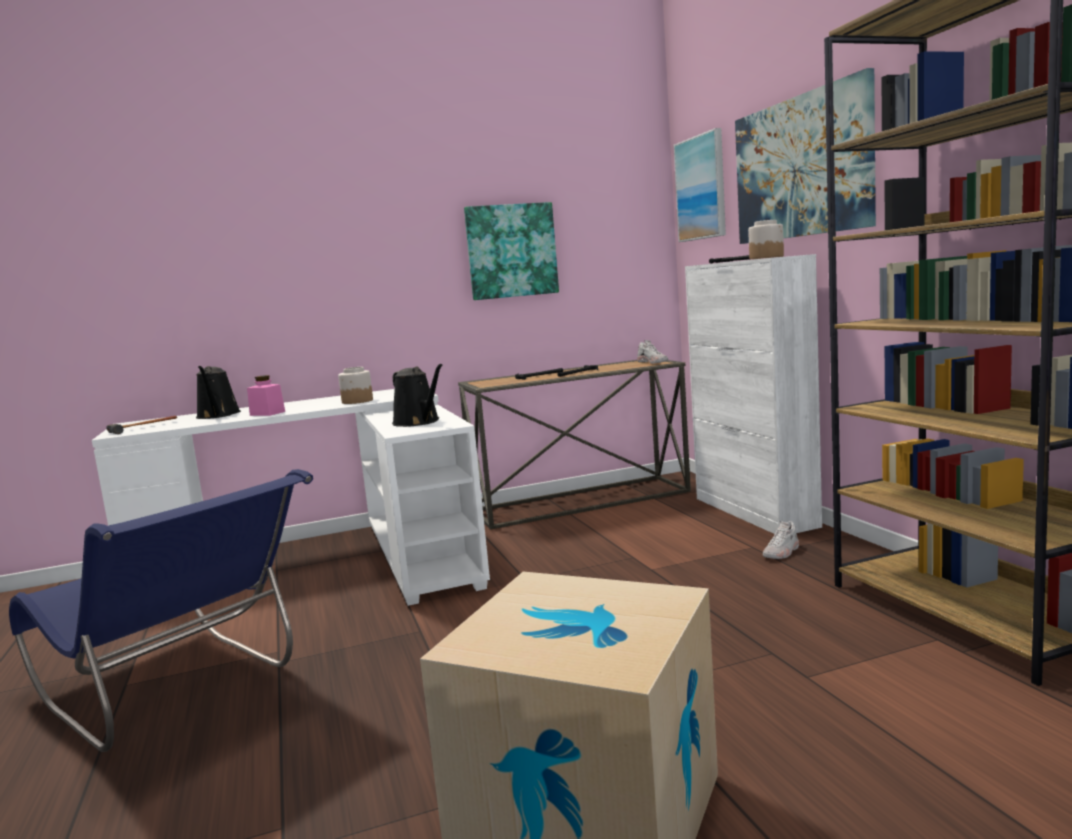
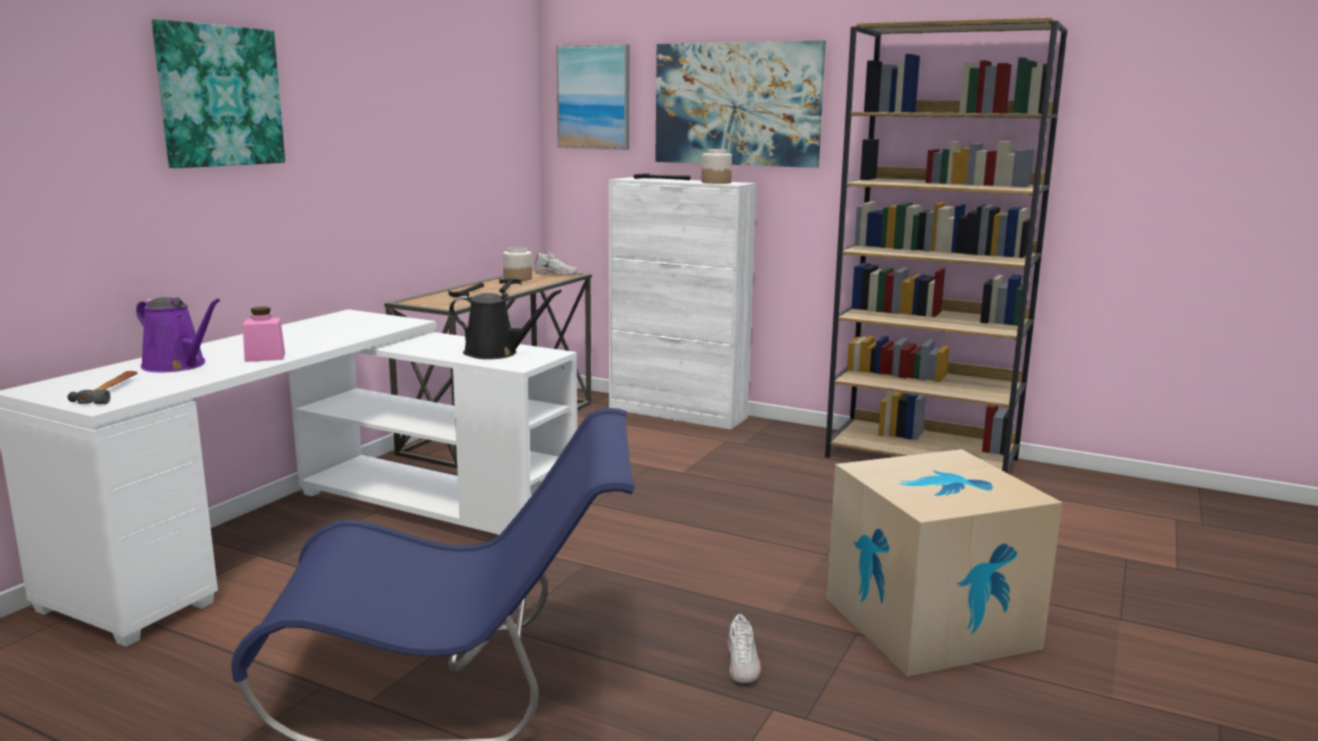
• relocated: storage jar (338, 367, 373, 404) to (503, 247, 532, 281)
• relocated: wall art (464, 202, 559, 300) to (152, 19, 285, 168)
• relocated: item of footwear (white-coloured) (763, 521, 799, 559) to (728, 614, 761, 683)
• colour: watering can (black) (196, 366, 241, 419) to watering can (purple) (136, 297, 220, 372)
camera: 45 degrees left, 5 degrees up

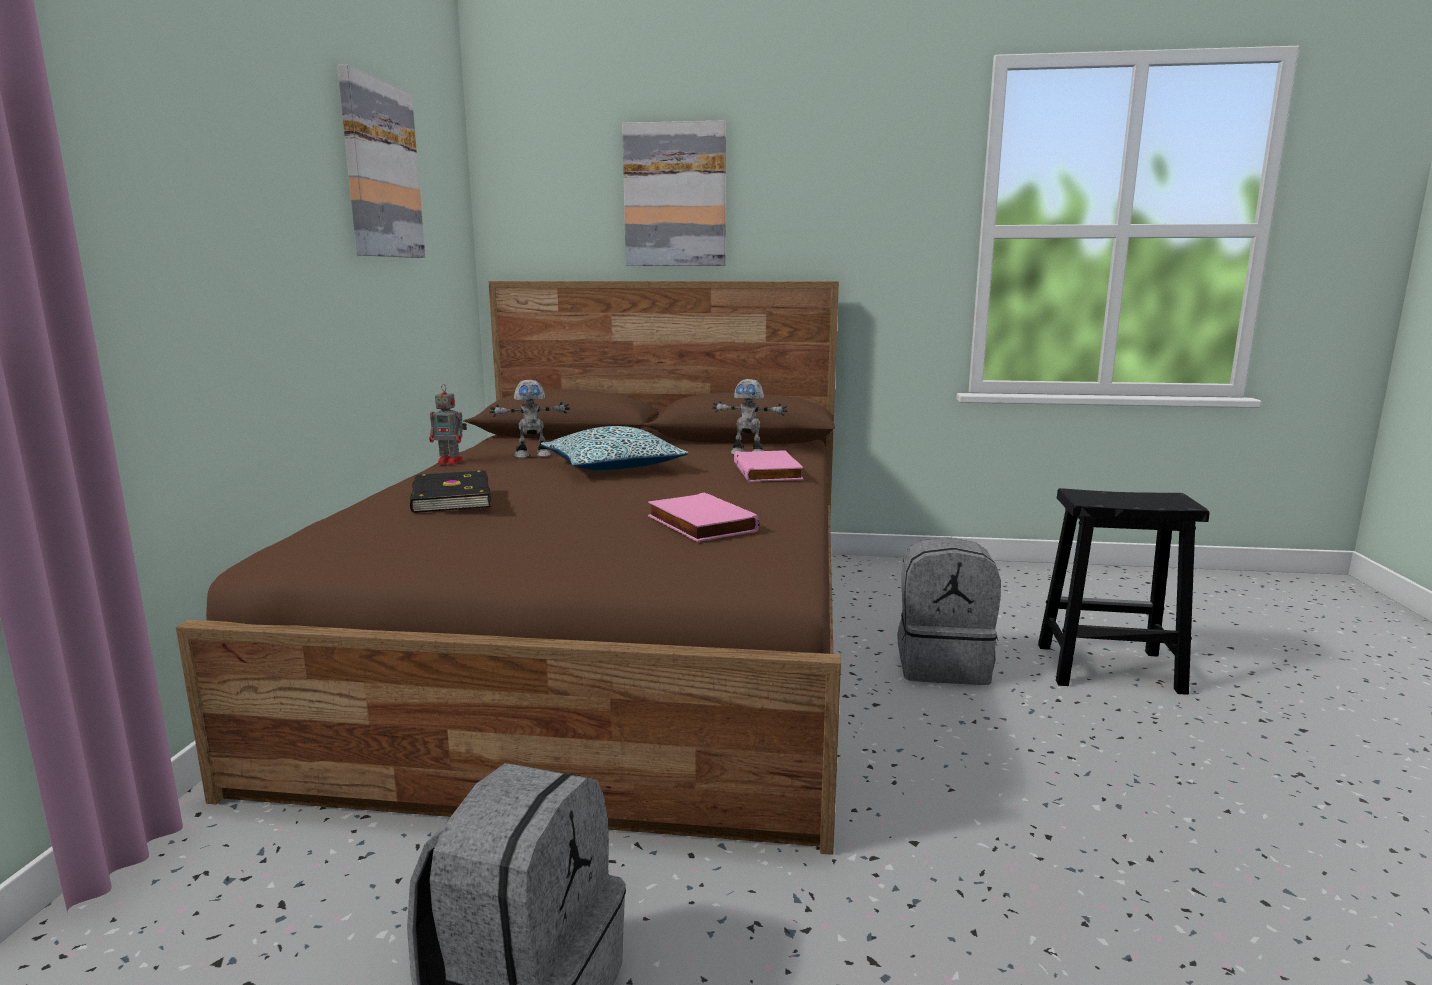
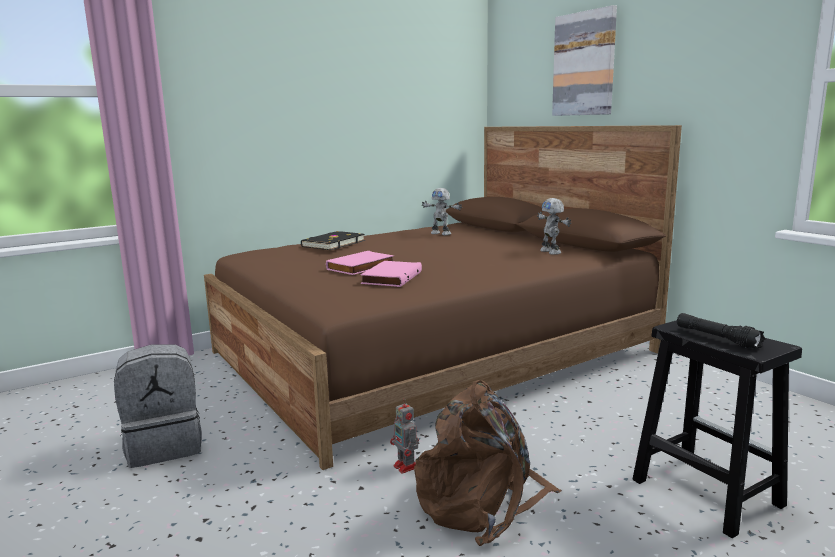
• missing: wall art (337, 65, 425, 258)
• missing: pillow (541, 426, 688, 470)
• missing: backpack (gray) (897, 537, 1001, 685)
• appeared: backpack (brown-coloured) (414, 380, 562, 546)
• appeared: flashlight (black) (677, 313, 765, 349)
• relocated: robot figure (429, 384, 467, 465) to (390, 398, 419, 474)
• relocated: volume (pink-coloured) (734, 450, 803, 482) to (326, 251, 394, 275)
camera: 50 degrees right, 0 degrees up

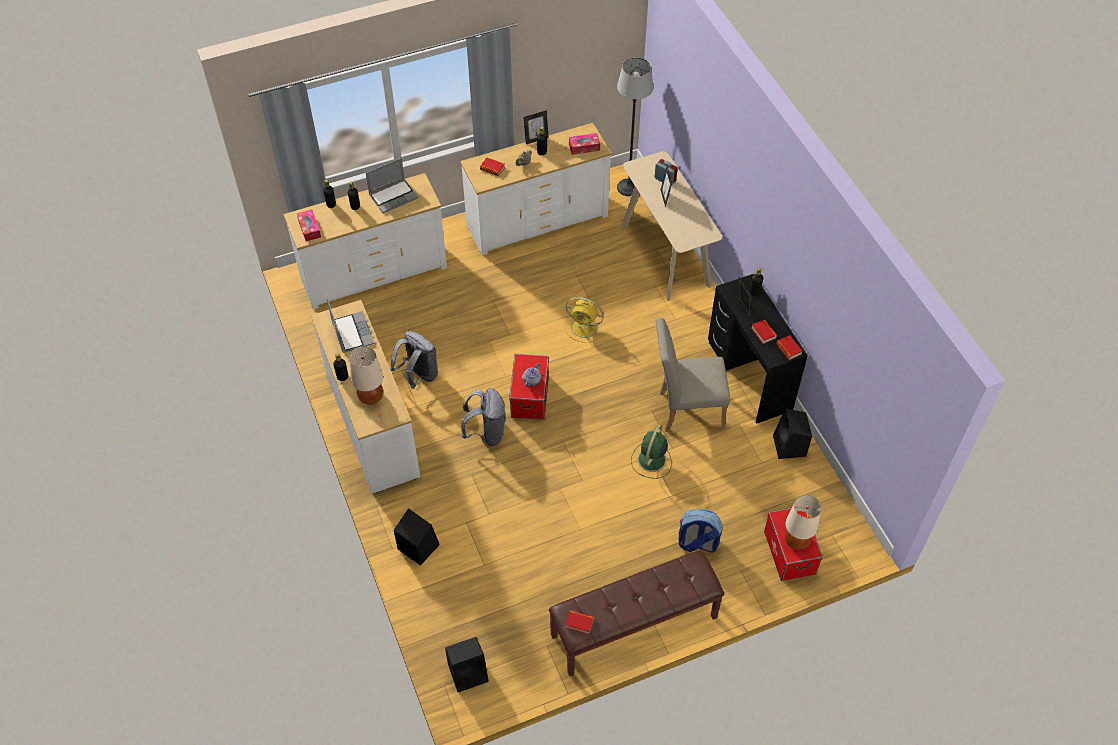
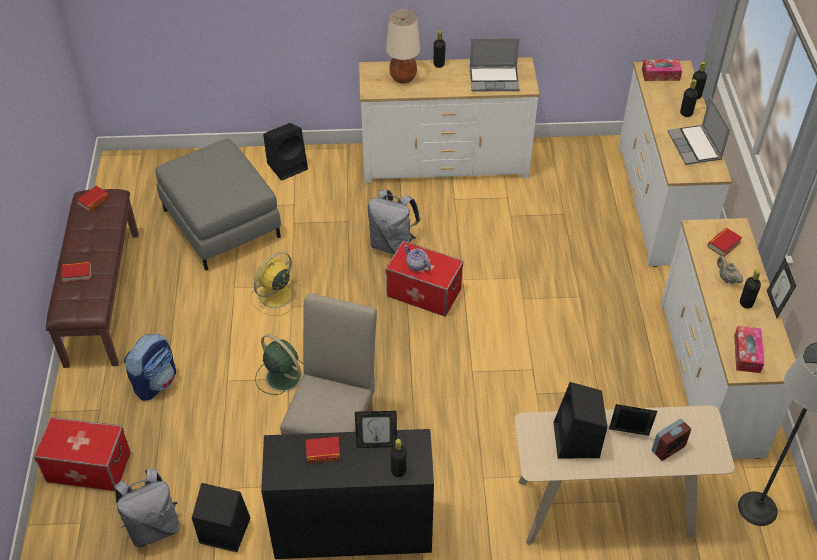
• missing: table lamp (beige-coloured) (785, 495, 821, 550)
• appeared: footrest (gray) (155, 139, 281, 271)
• relocated: backpack (gray) (390, 331, 438, 389) to (114, 468, 180, 547)
• relocated: audio speaker (black) (445, 637, 489, 692) to (554, 382, 607, 459)
• relocated: electric fan (yellow-coloured) (565, 297, 605, 343) to (250, 252, 300, 316)
• relocated: volume (776, 335, 802, 360) to (61, 262, 92, 283)
camera: 110 degrees right, 5 degrees down

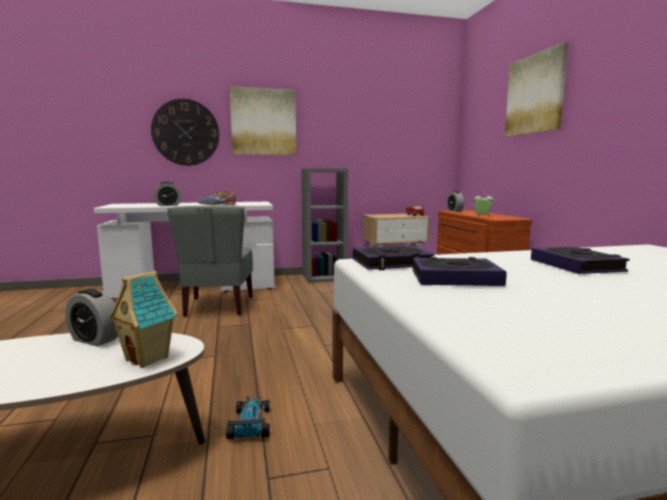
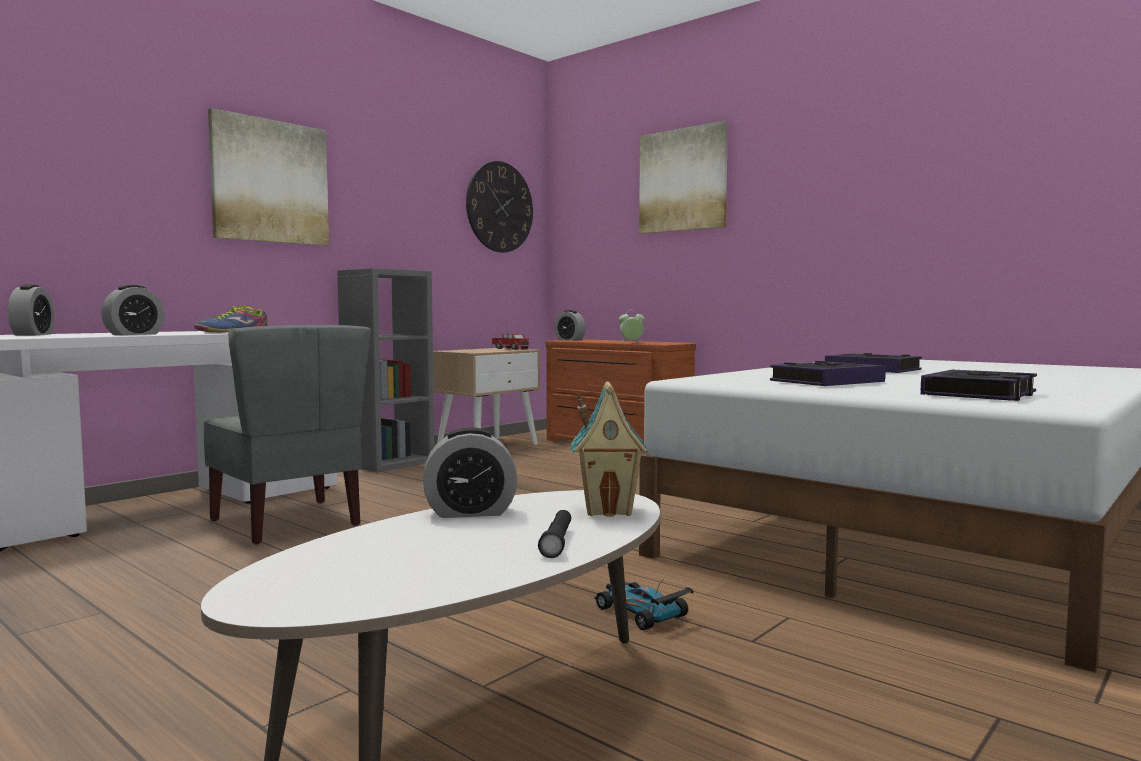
• appeared: table clock (8, 285, 54, 336)
• appeared: flashlight (black) (538, 510, 571, 558)
• relocated: clock on the wall (151, 99, 219, 166) to (466, 161, 533, 253)
• relocated: volume (353, 245, 434, 270) to (921, 370, 1037, 401)
camera: 35 degrees left, 5 degrees down

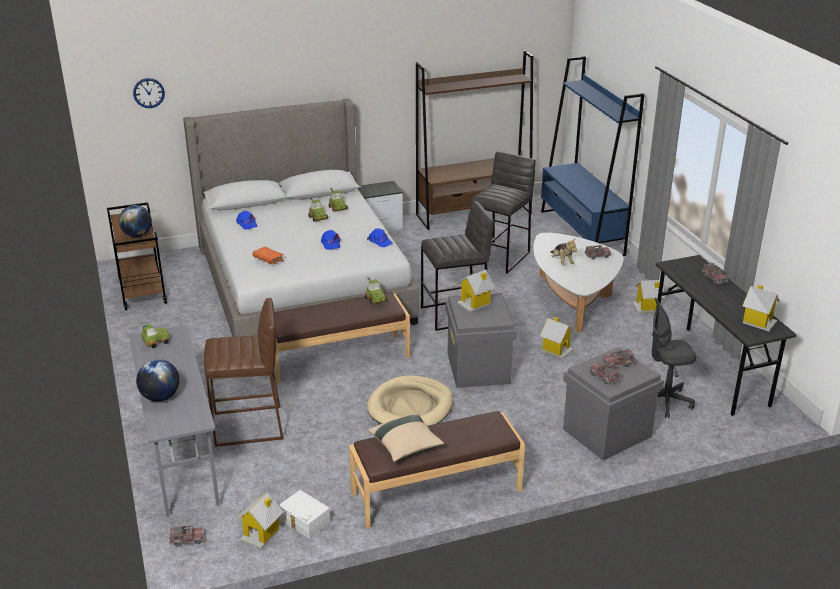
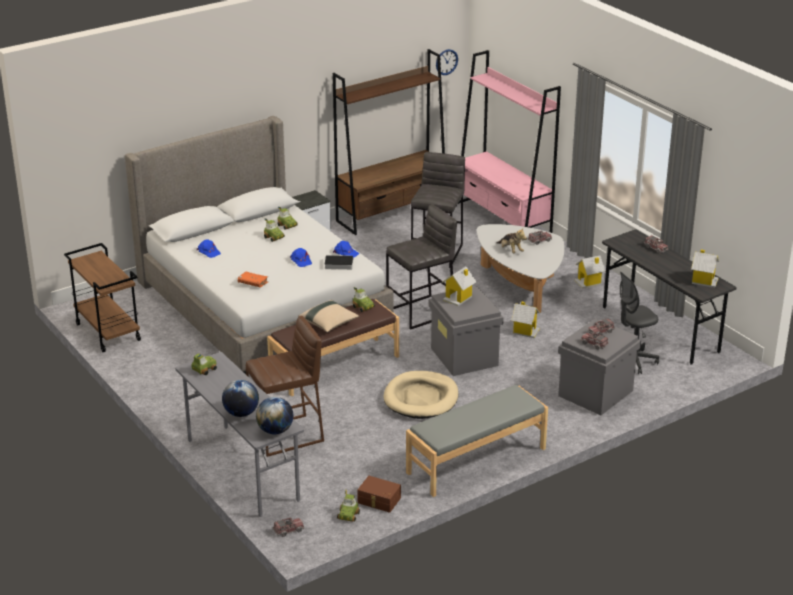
• appeared: volume (322, 255, 353, 270)
• relocated: world globe (119, 205, 152, 237) to (256, 397, 293, 434)
• relocated: clock on the wall (133, 78, 165, 108) to (436, 49, 458, 75)
• relocated: pillow (beige-coloured) (367, 413, 444, 462) to (298, 300, 359, 332)
• exchanged: toy house (236, 492, 283, 549) to model car (337, 489, 360, 522)
• colour: storage bin (white-coloured) (279, 490, 330, 539) to storage bin (brown-coloured) (357, 476, 401, 513)
• colour: long seat (brown-coloured) (349, 411, 525, 528) to long seat (gray) (406, 385, 548, 497)
• colour: bookshelf (blue) (541, 56, 645, 256) to bookshelf (pink-coloured) (458, 50, 561, 233)
camera: 15 degrees left, 0 degrees up

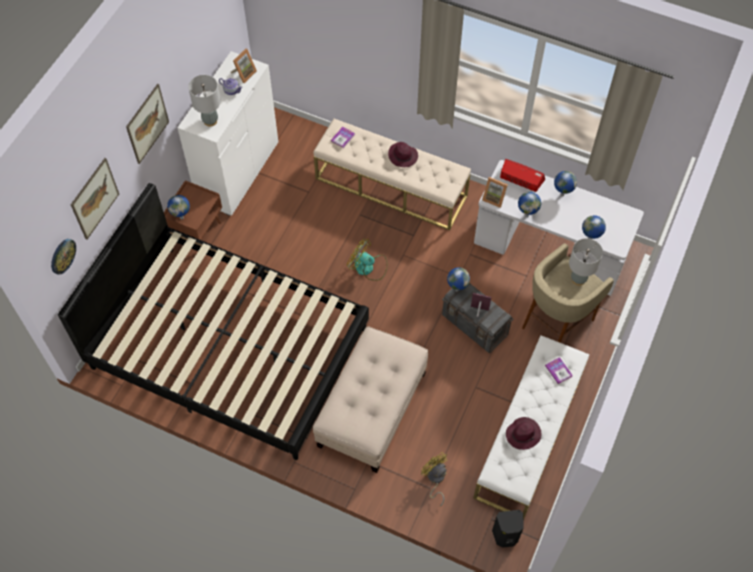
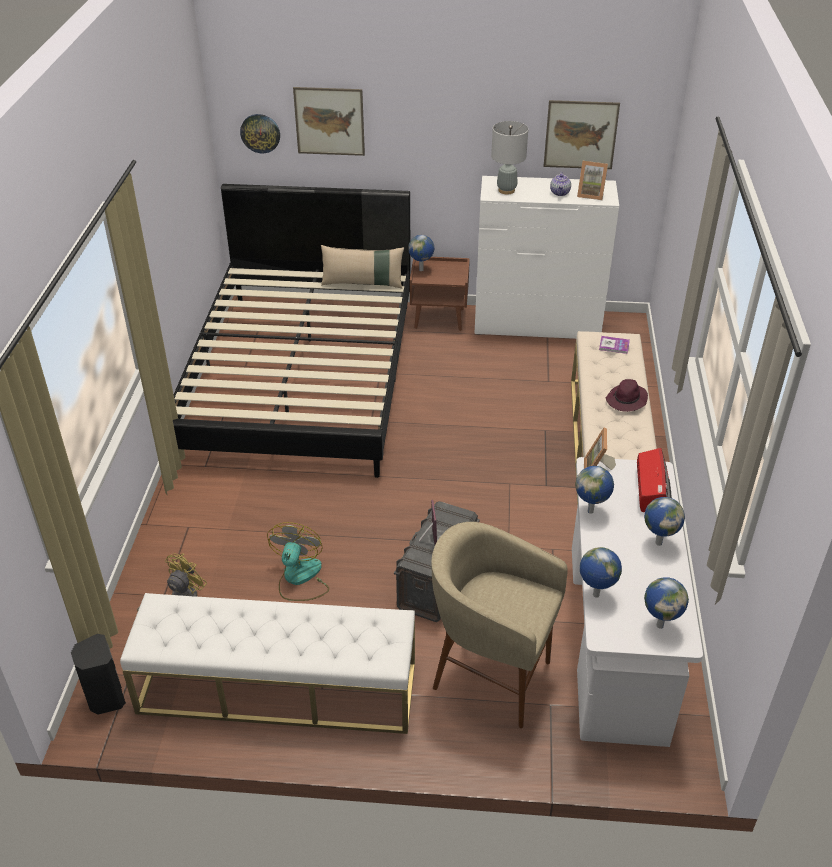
• missing: footrest (beige-coloured) (313, 326, 428, 473)
• missing: wearable hat (purple) (506, 417, 541, 450)
• missing: volume (545, 357, 573, 384)
• missing: table lamp (gray) (569, 238, 603, 285)
• appeared: pillow (beige-coloured) (321, 245, 404, 288)
• relocated: wall art (126, 84, 169, 164) to (544, 100, 620, 169)
• relocated: electric fan (347, 238, 388, 281) to (267, 522, 329, 601)
• relocated: world globe (447, 267, 470, 291) to (644, 577, 689, 629)
camera: 70 degrees right, 20 degrees down

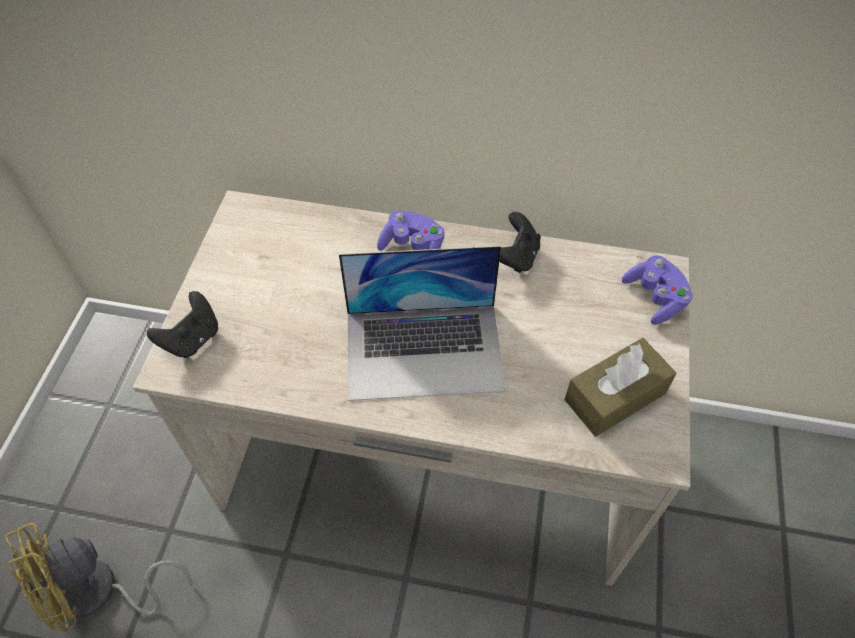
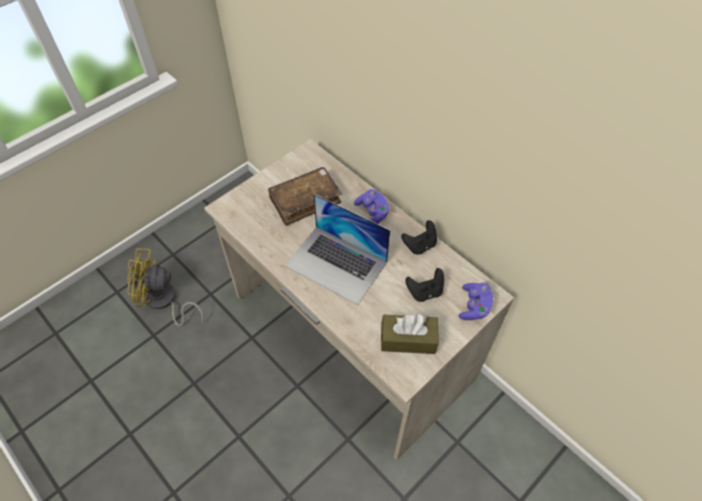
• appeared: volume (brown-coloured) (268, 167, 342, 226)
• relocated: joypad (black) (147, 291, 218, 358) to (405, 268, 444, 302)
camera: 35 degrees right, 0 degrees up

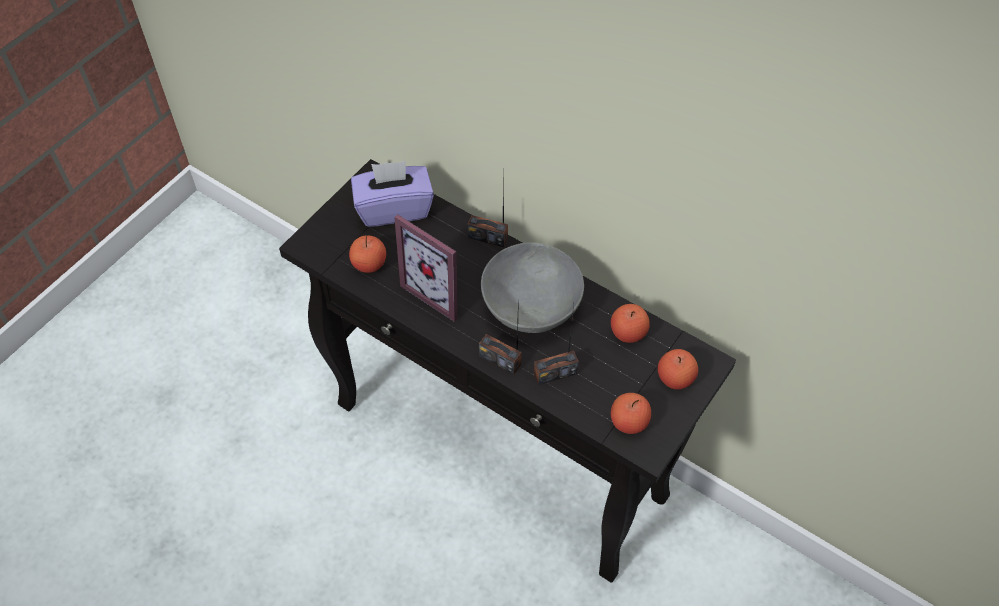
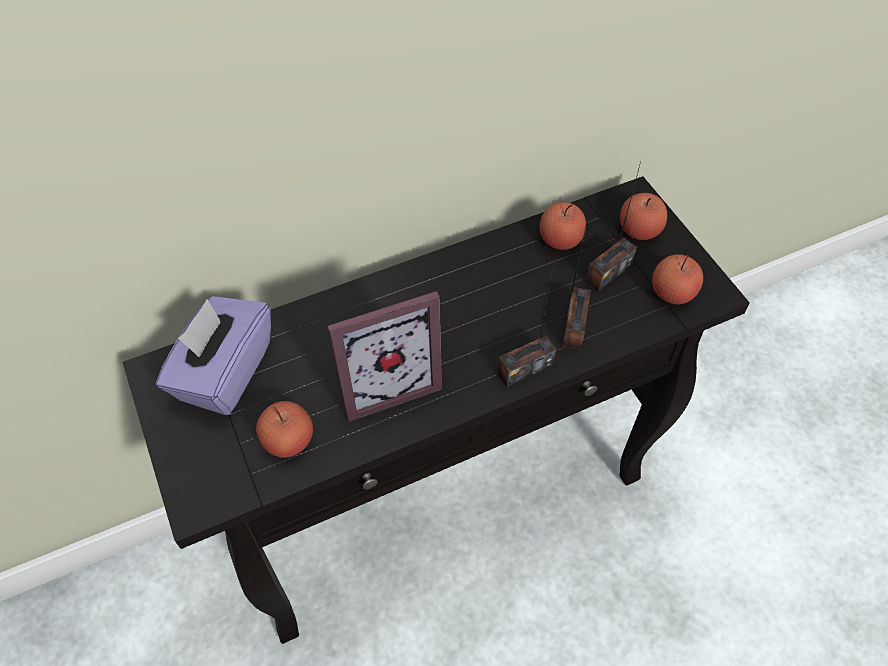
• missing: bowl (gray) (481, 242, 584, 333)
• relocated: radio receiver (467, 168, 508, 247) to (586, 162, 641, 292)
camera: 60 degrees left, 0 degrees up

